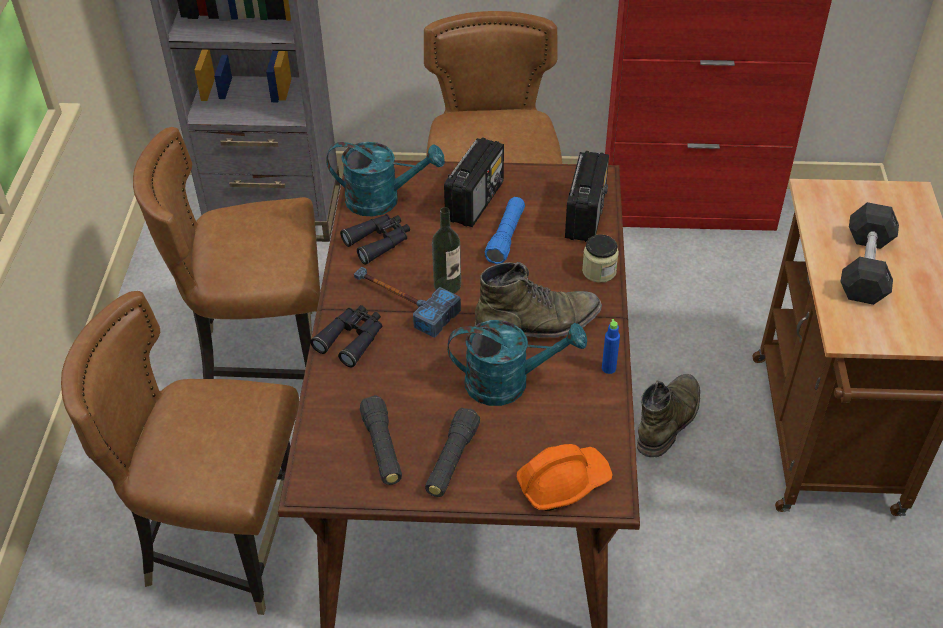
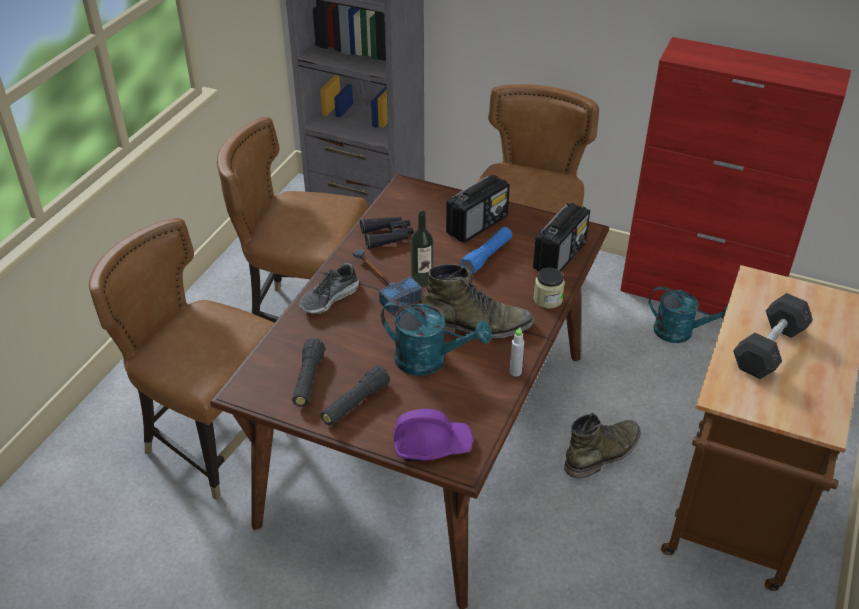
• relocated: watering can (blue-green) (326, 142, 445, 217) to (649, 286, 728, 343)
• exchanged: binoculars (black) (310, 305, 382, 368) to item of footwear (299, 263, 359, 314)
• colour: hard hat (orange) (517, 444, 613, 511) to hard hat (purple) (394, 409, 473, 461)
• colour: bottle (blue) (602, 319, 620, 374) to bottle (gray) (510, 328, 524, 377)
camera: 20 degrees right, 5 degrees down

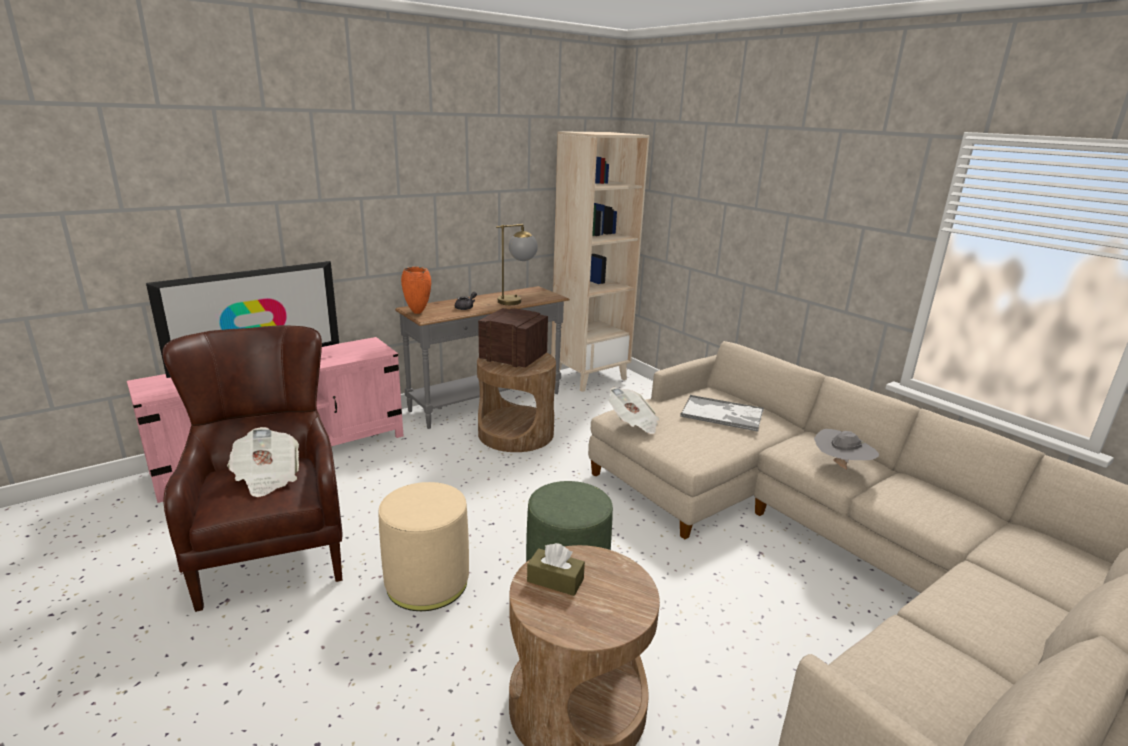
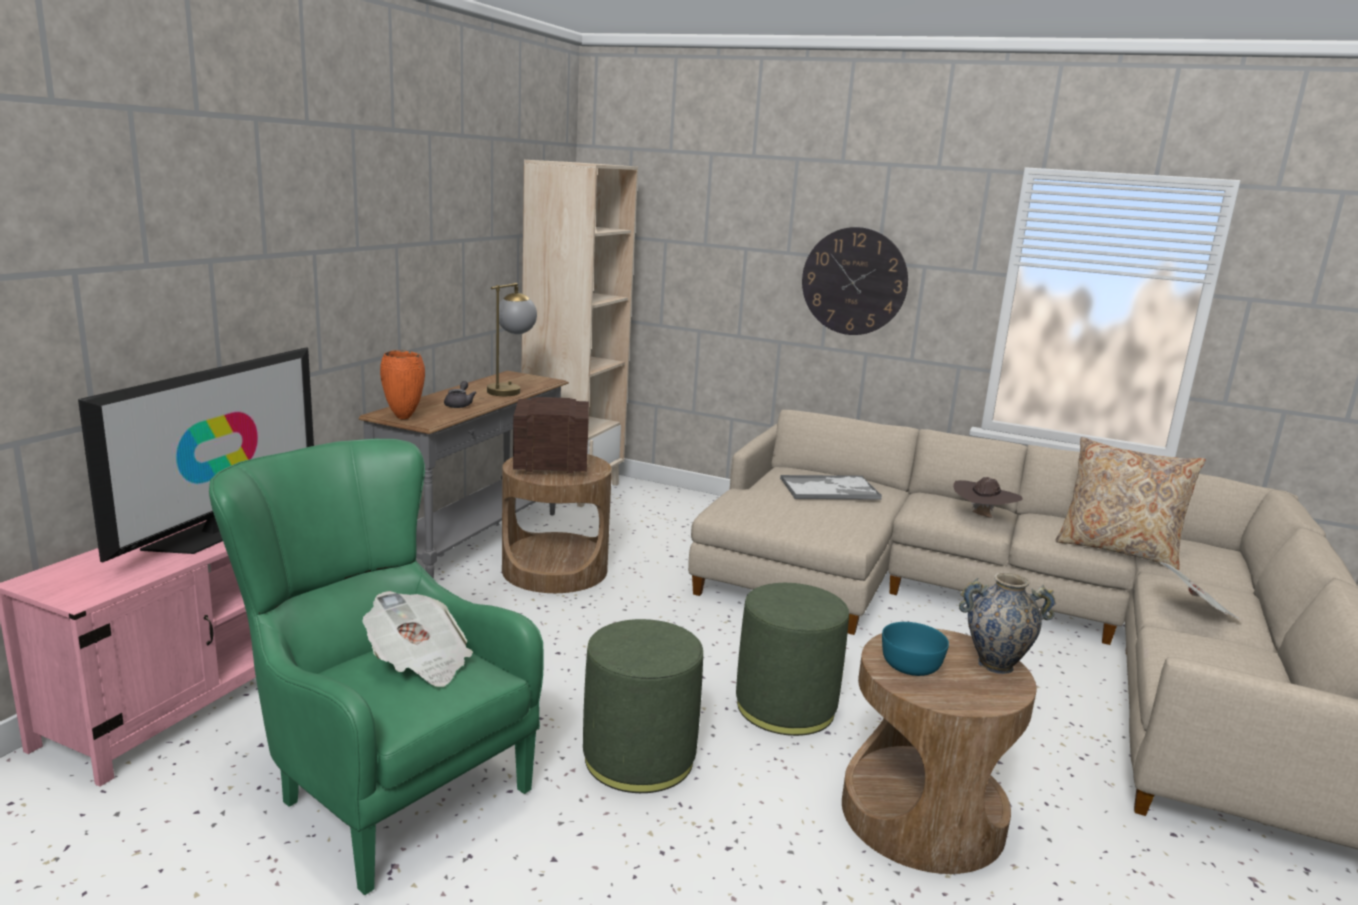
• appeared: clock on the wall (802, 227, 908, 335)
• appeared: flower vase (959, 572, 1056, 674)
• appeared: pillow (beige-coloured) (1055, 437, 1206, 570)
• relocated: daily paper (609, 387, 660, 434) to (1159, 561, 1242, 620)
• exchanged: box of tissues (brown-coloured) (527, 543, 585, 596) to bowl (blue-green) (882, 622, 949, 676)
• colour: armchair (brown-coloured) (163, 325, 343, 612) to armchair (green-coloured) (209, 439, 544, 895)
• colour: footrest (beige-coloured) (378, 482, 469, 611) to footrest (green-coloured) (583, 619, 703, 793)
• colour: wearable hat (gray) (814, 429, 879, 470) to wearable hat (brown-coloured) (953, 477, 1023, 518)
camera: 30 degrees left, 5 degrees down

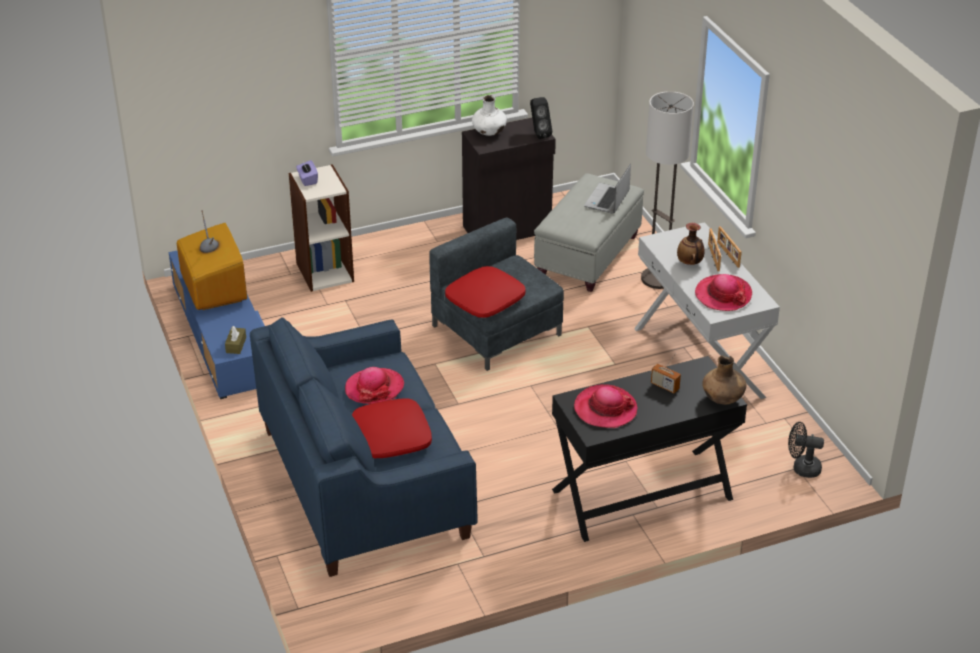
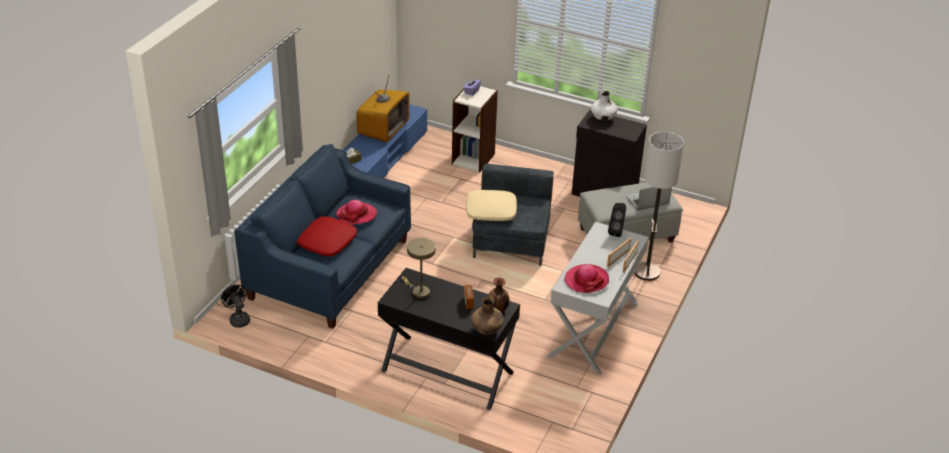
• relocated: audio speaker (black) (530, 97, 552, 139) to (608, 203, 626, 237)
• relocated: flower vase (677, 223, 704, 265) to (488, 277, 510, 311)
• relocated: electric fan (black) (788, 422, 824, 478) to (221, 285, 250, 328)
• exchanged: wearable hat (574, 384, 638, 428) to table lamp (beige-coloured) (402, 238, 436, 299)
• colour: pillow (red-coloured) (445, 266, 526, 318) to pillow (beige-coloured) (466, 190, 517, 221)
camera: 45 degrees right, 0 degrees up

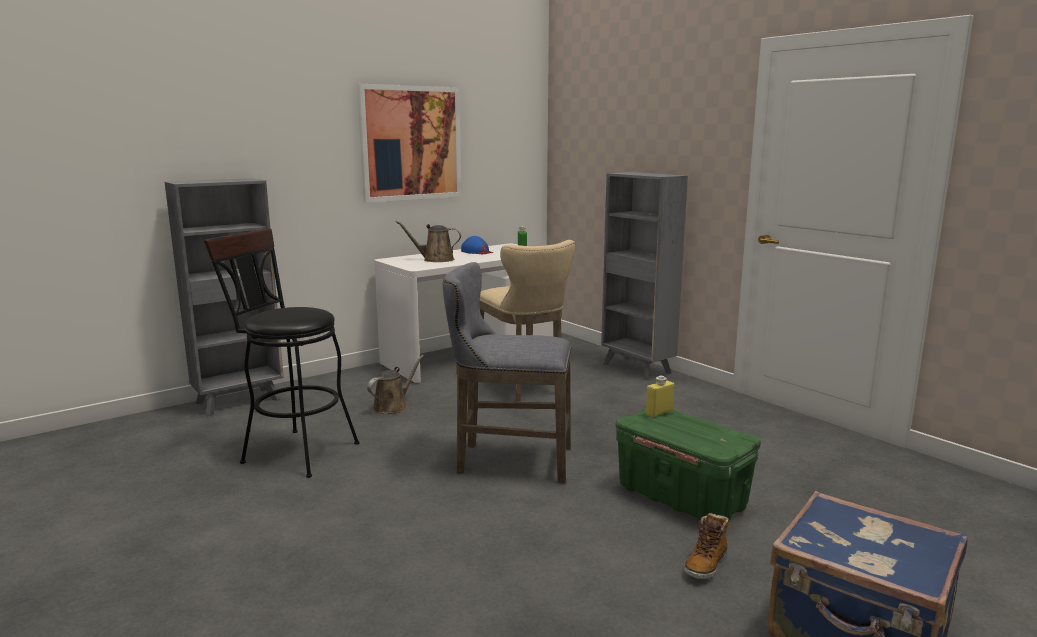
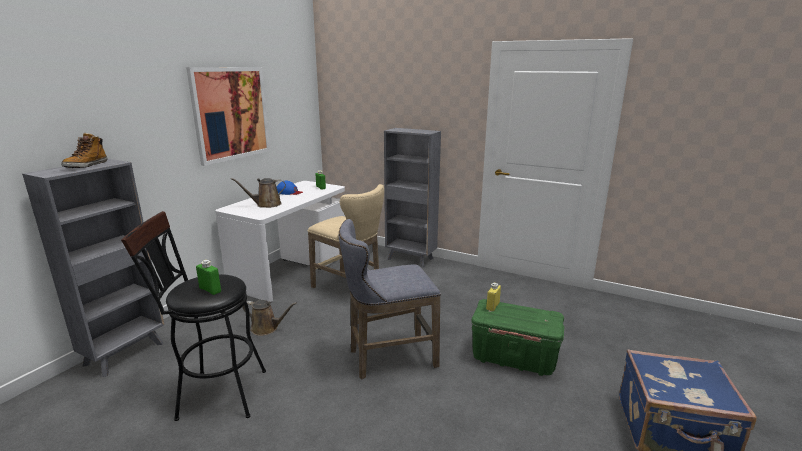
• appeared: bottle (green-coloured) (196, 260, 221, 295)
• relocated: boot (684, 513, 729, 579) to (61, 133, 108, 168)
• spun: watering can (brown-coloured) (367, 355, 424, 414) = (243, 300, 297, 336) 90 degrees clockwise
camera: 25 degrees left, 5 degrees up

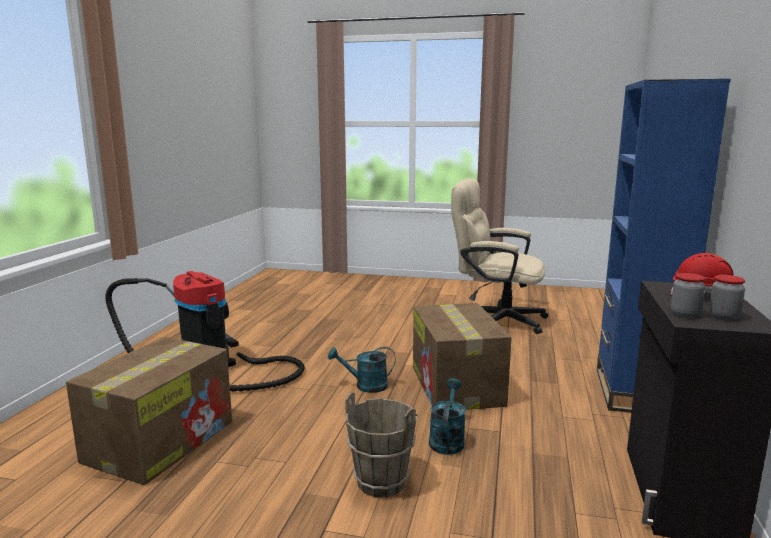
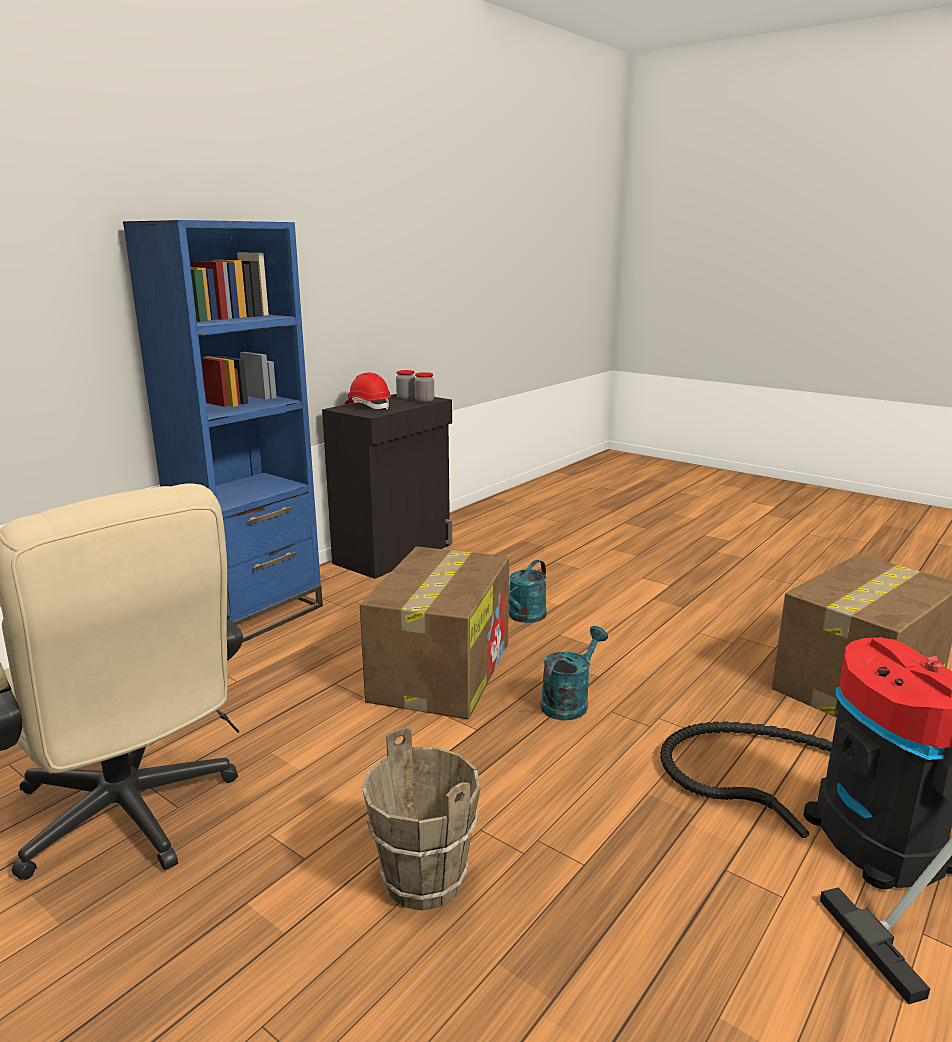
• relocated: bucket (brown-coloured) (345, 392, 417, 497) to (362, 727, 481, 911)
• spun: watering can (blue-green) (328, 347, 396, 393) = (540, 626, 608, 721) 75 degrees counterclockwise
camera: 155 degrees left, 5 degrees up

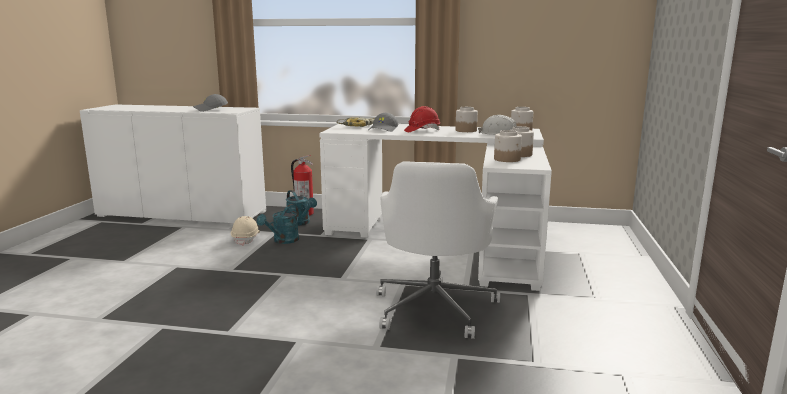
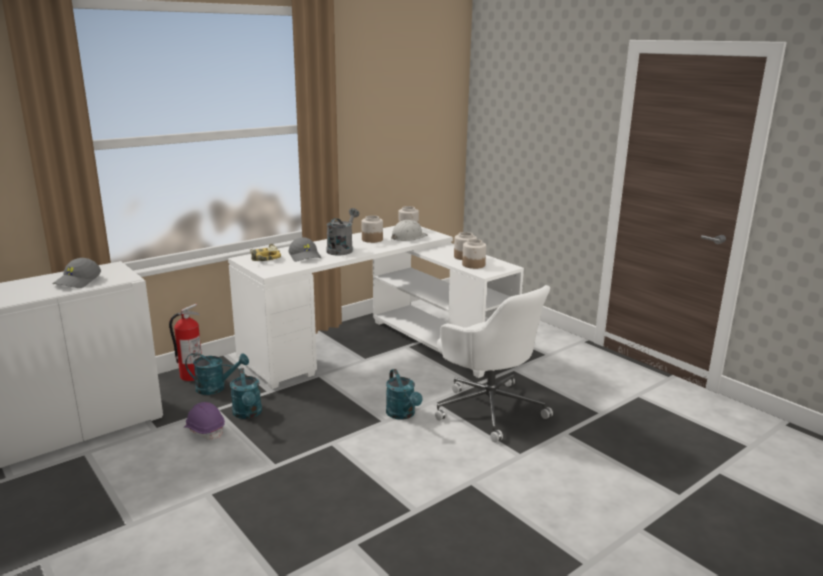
• appeared: watering can (blue-green) (386, 369, 422, 420)
• exchanged: hard hat (red-coloured) (404, 106, 440, 132) to watering can (gray) (327, 208, 359, 255)
• colour: hard hat (beige-coloured) (231, 216, 260, 246) to hard hat (purple) (184, 402, 225, 440)
camera: 50 degrees left, 5 degrees up

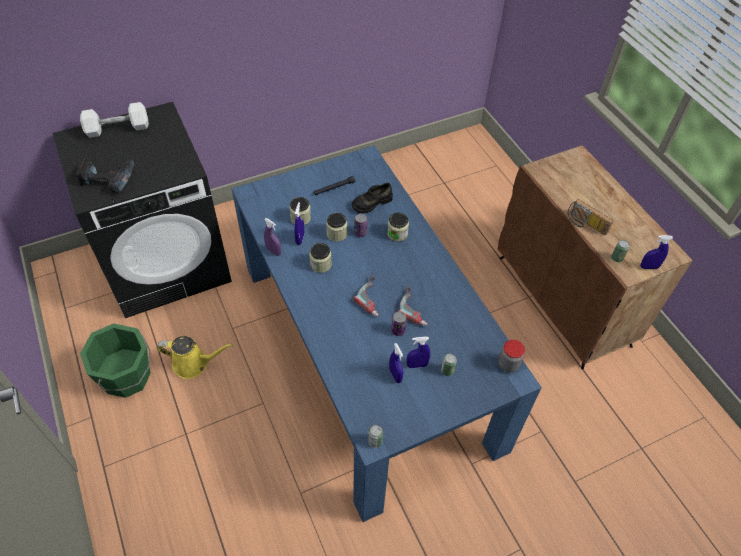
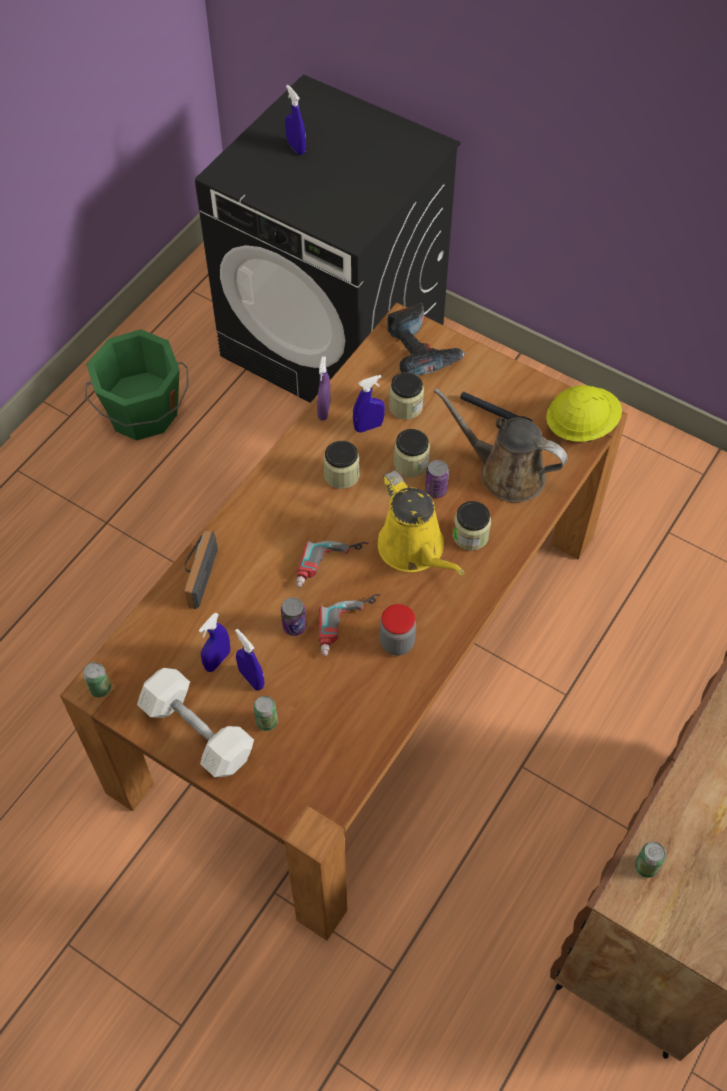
• appeared: hard hat (yellow-coloured) (546, 385, 622, 442)
• relocated: electric drill (76, 157, 134, 194) to (388, 303, 466, 376)
• relocated: dumbbell (white-coloured) (80, 102, 149, 138) to (137, 668, 254, 777)
• relocated: watering can (yellow-coloured) (157, 336, 233, 379) to (378, 470, 464, 575)
• relocated: storage jar (498, 340, 525, 372) to (380, 604, 416, 656)
• relocated: radio receiver (568, 199, 613, 235) to (184, 530, 218, 609)
• relocated: spray bottle (blue) (641, 235, 673, 269) to (285, 85, 306, 155)
• exchanged: item of footwear (black) (352, 183, 393, 213) to watering can (brown-coloured) (434, 388, 567, 502)
• colour: dinner table (blue) (232, 145, 542, 522) to dinner table (brown-coloured) (60, 303, 628, 940)
camera: 60 degrees right, 5 degrees up

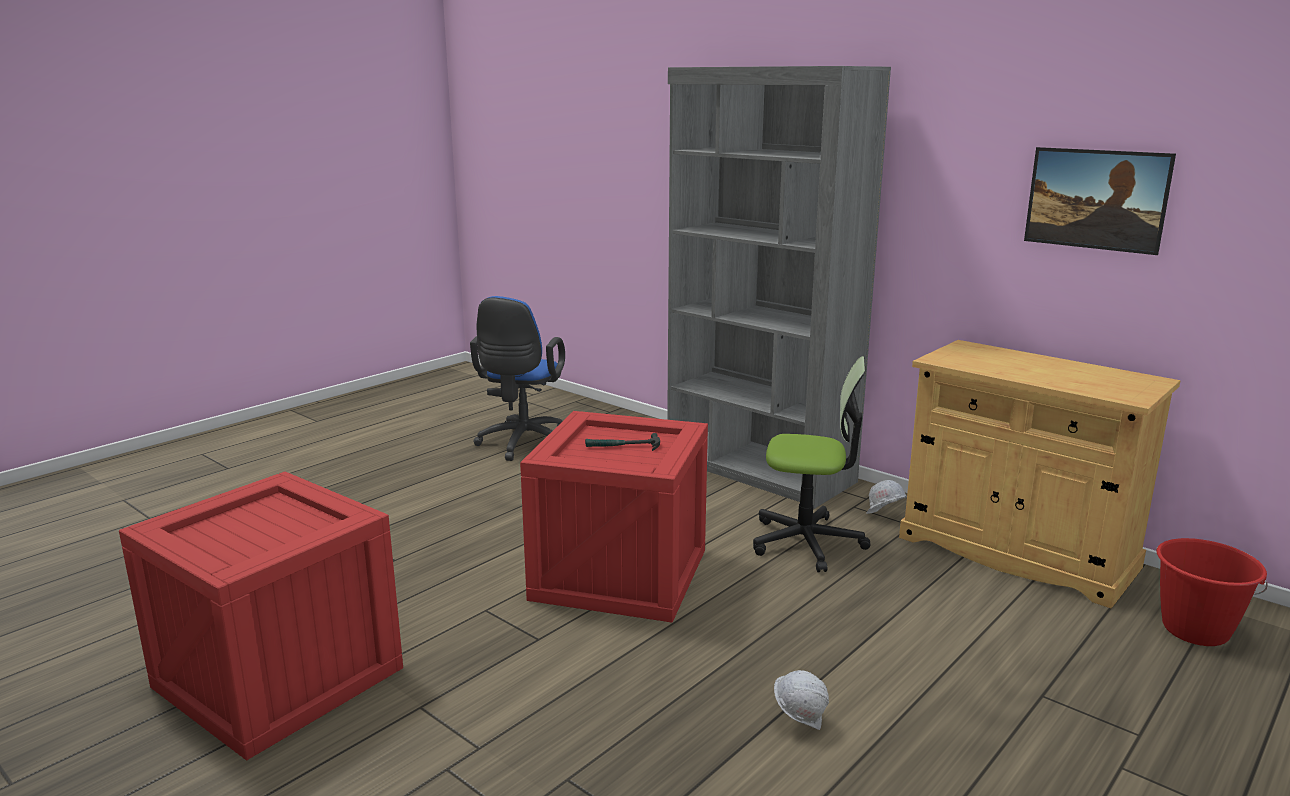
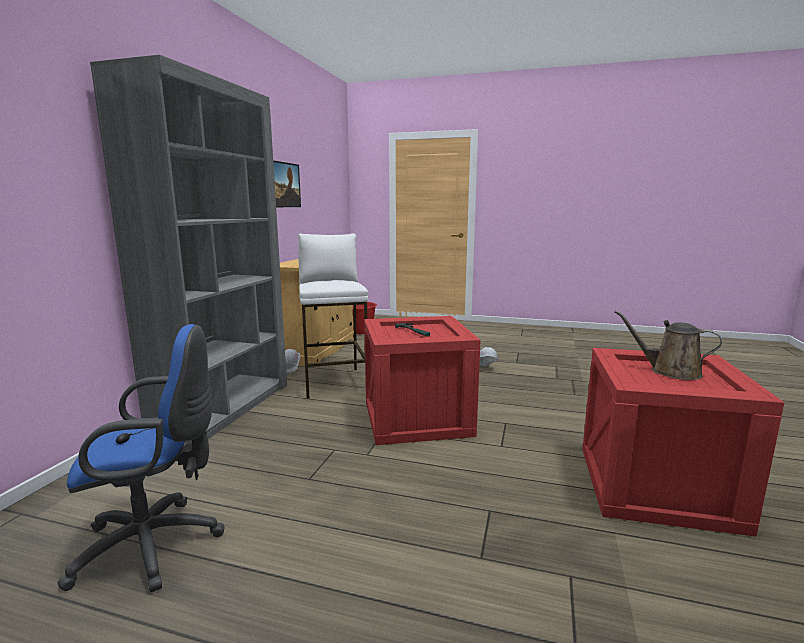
• appeared: watering can (brown-coloured) (615, 310, 722, 380)
• exchanged: desk chair (753, 356, 870, 572) to stool (white-coloured) (298, 233, 368, 399)
camera: 115 degrees left, 5 degrees down

